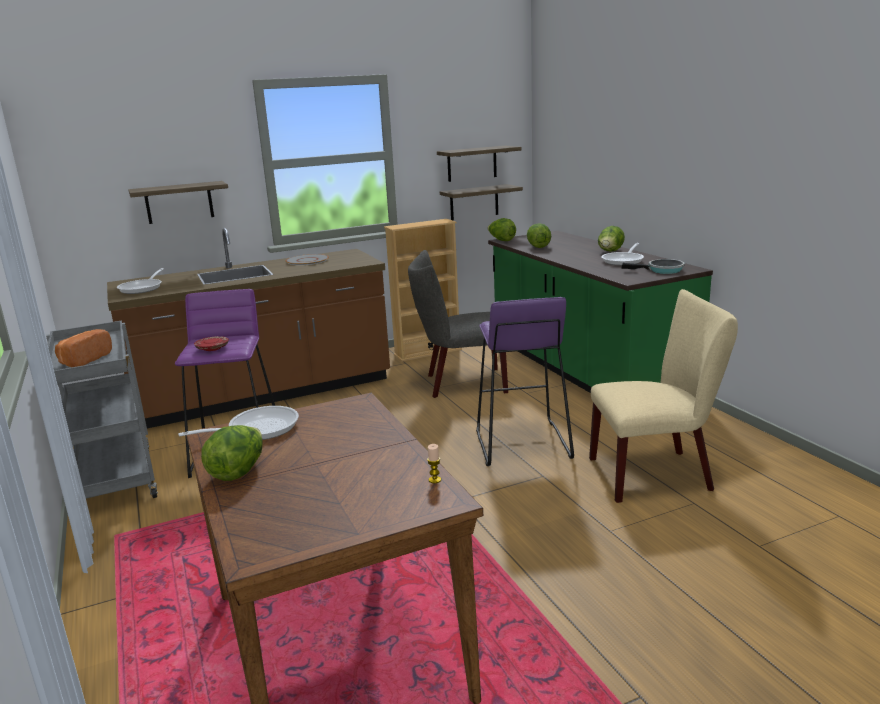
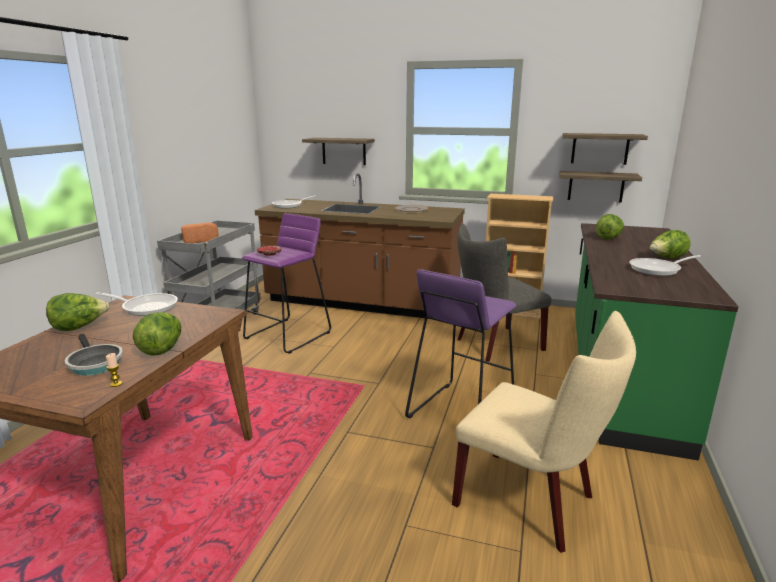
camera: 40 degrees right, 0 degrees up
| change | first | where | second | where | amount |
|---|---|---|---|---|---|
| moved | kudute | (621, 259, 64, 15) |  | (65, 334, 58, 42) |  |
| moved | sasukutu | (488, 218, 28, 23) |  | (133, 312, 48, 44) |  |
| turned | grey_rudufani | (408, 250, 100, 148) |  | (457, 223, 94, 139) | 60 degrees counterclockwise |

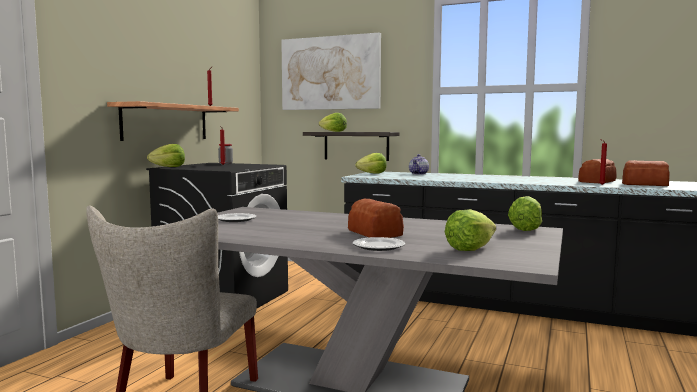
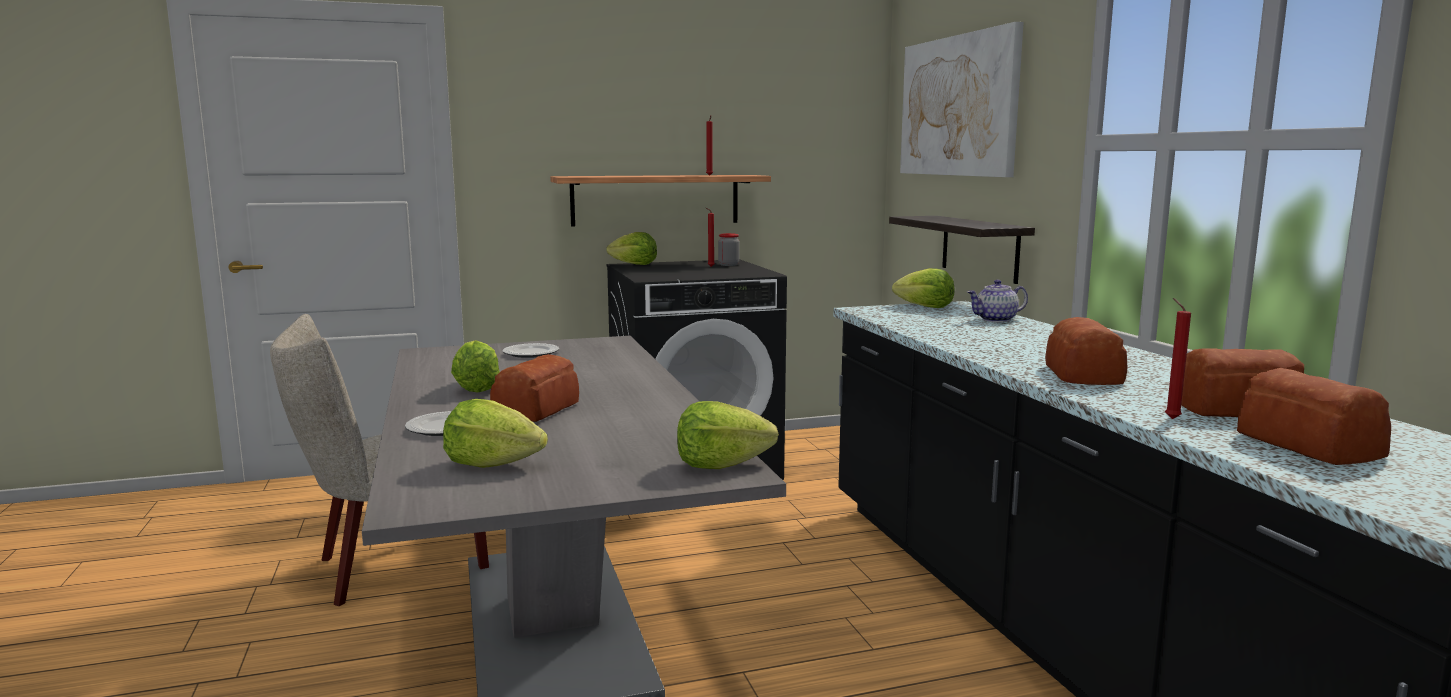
camera: 50 degrees right, 5 degrees up
| change | first | where | second | where | amount |
|---|---|---|---|---|---|
| moved | sasukutu | (319, 113, 28, 19) |  | (451, 340, 49, 53) |  |
| added |  |  | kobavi | (1045, 317, 82, 68) |  |

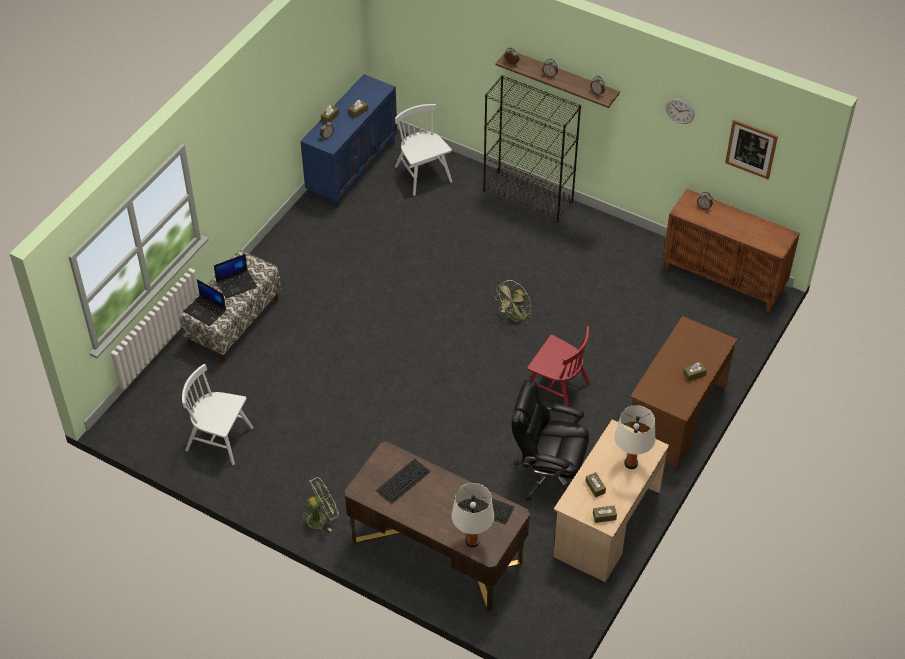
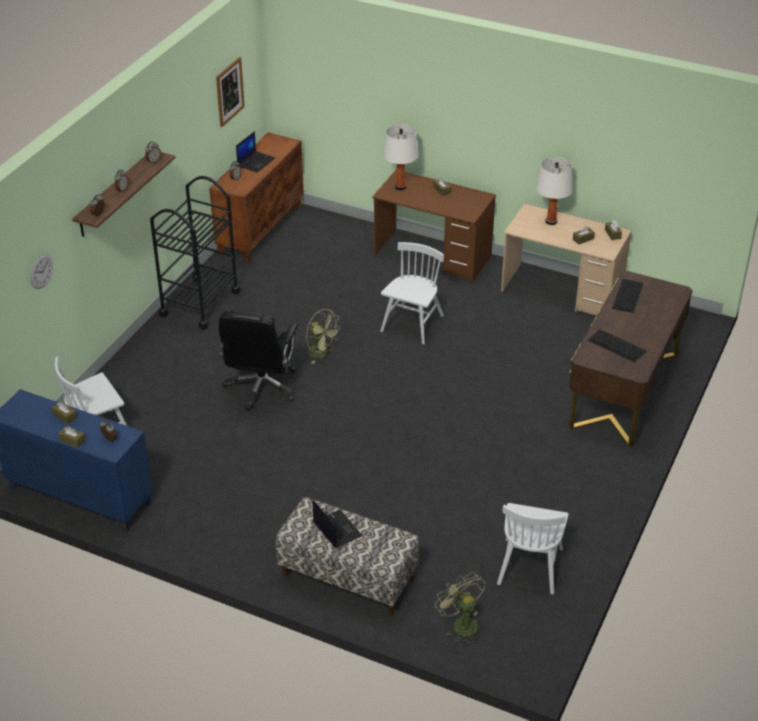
camera: 95 degrees left, 10 degrees down
| change | first | where | second | where | amount |
|---|---|---|---|---|---|
| moved | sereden | (666, 98, 28, 26) |  | (30, 254, 23, 35) |  |
| added |  |  | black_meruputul | (150, 176, 90, 154) |  |
| moved | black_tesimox | (512, 380, 77, 120) |  | (219, 310, 79, 101) |  |
| moved | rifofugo | (184, 279, 42, 47) |  | (236, 131, 39, 42) |  |
| recoloured | red_rudufani | (527, 326, 64, 81) | white_rudufani | (380, 242, 64, 102) |  |
| moved | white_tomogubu | (452, 483, 42, 64) |  | (383, 124, 36, 66) |  |
| moved | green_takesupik | (299, 477, 40, 55) |  | (435, 572, 51, 71) |  |
| removed | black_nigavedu | (483, 75, 98, 147) |  |  |  |

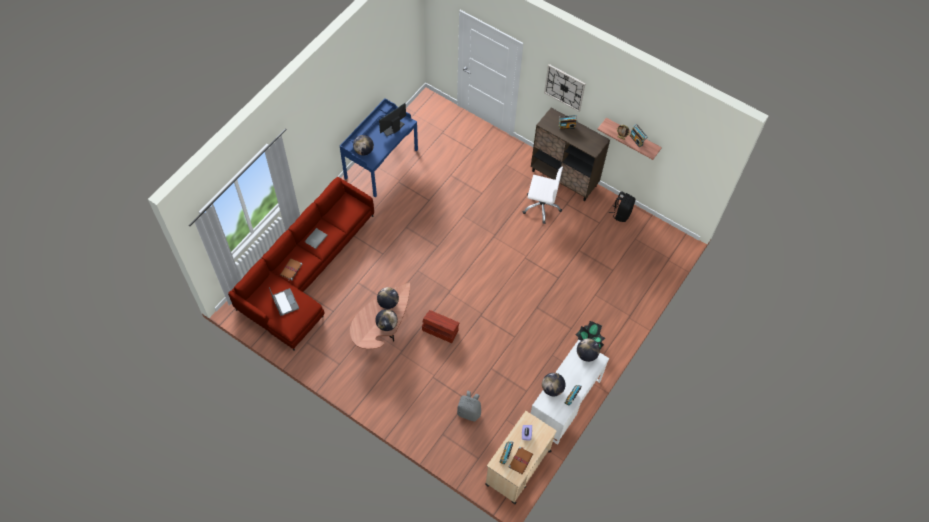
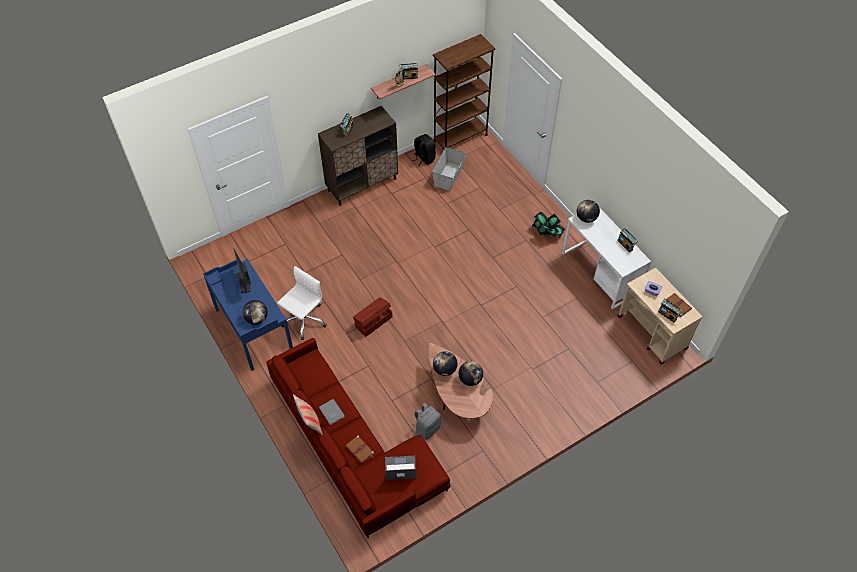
camera: 65 degrees left, 5 degrees down
| change | first | where | second | where | amount |
|---|---|---|---|---|---|
| moved | white_tesimox | (523, 167, 40, 57) |  | (277, 266, 50, 74) |  |
| added |  |  | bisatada | (293, 394, 30, 41) |  |
| moved | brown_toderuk | (422, 310, 37, 33) |  | (353, 297, 40, 40) |  |
| moved | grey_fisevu | (457, 391, 24, 30) |  | (412, 403, 29, 37) |  |
| added |  |  | grey_toderuk | (432, 147, 34, 44) |  |
| added |  |  | brown_nigavedu | (433, 34, 62, 116) |  |
| removed | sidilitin | (542, 373, 23, 23) |  |  |  |
| removed | sereden | (544, 64, 42, 48) |  |  |  |

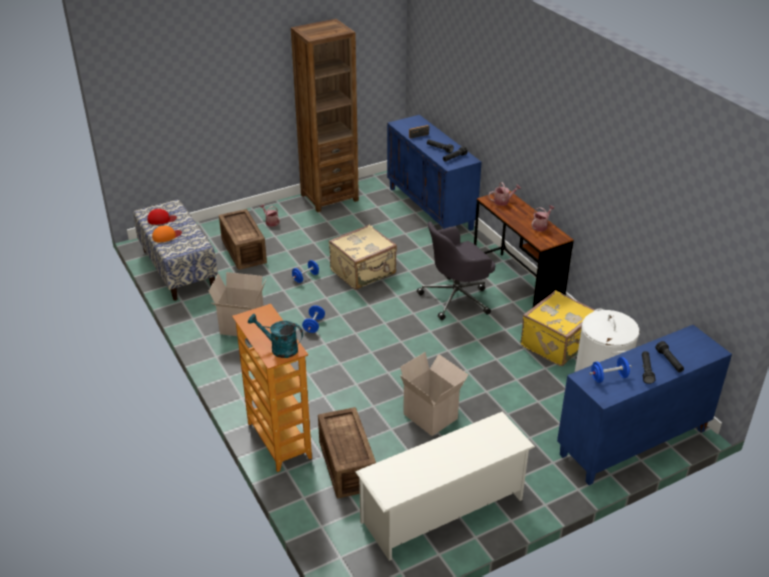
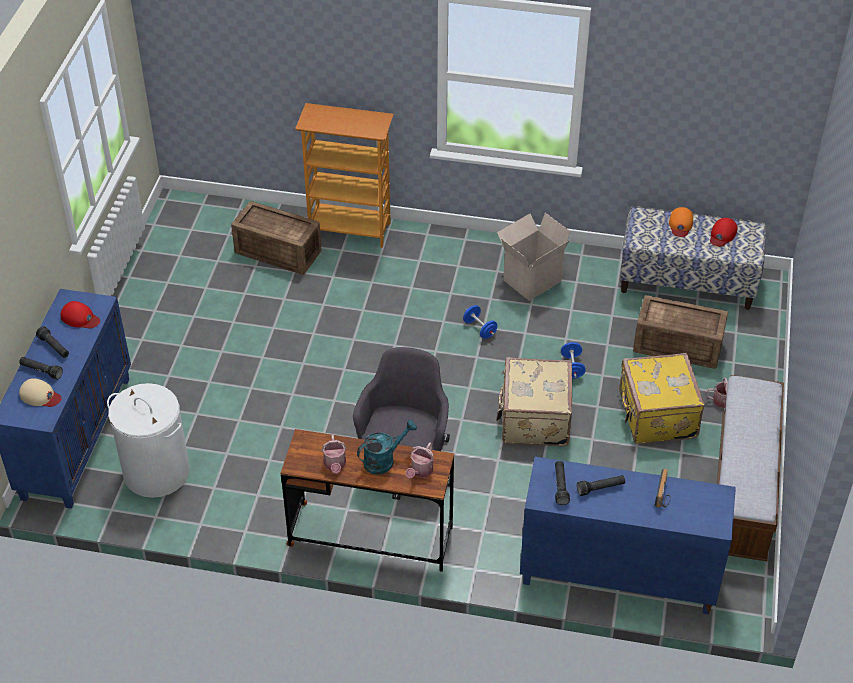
camera: 130 degrees right, 10 degrees up
| change | first | where | second | where | amount |
|---|---|---|---|---|---|
| added |  |  | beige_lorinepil | (19, 378, 43, 29) |  |
| replaced | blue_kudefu | (589, 357, 43, 26) | red_lorinepil | (61, 301, 39, 27) |  |
| moved | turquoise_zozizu | (248, 314, 55, 44) |  | (357, 420, 60, 54) |  |
| moved | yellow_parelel | (521, 290, 74, 76) |  | (619, 353, 85, 91) |  |
| replaced | brown_nigavedu | (291, 19, 68, 193) | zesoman | (717, 375, 67, 186) |  |
| removed | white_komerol | (355, 412, 180, 149) |  |  |  |
| removed | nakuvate | (400, 352, 69, 84) |  |  |  |

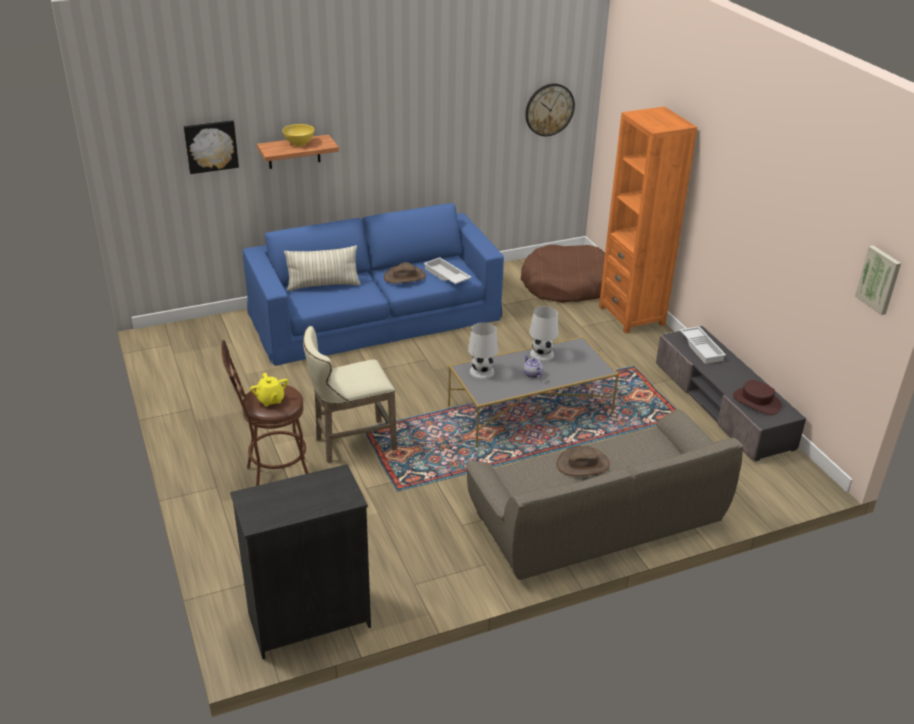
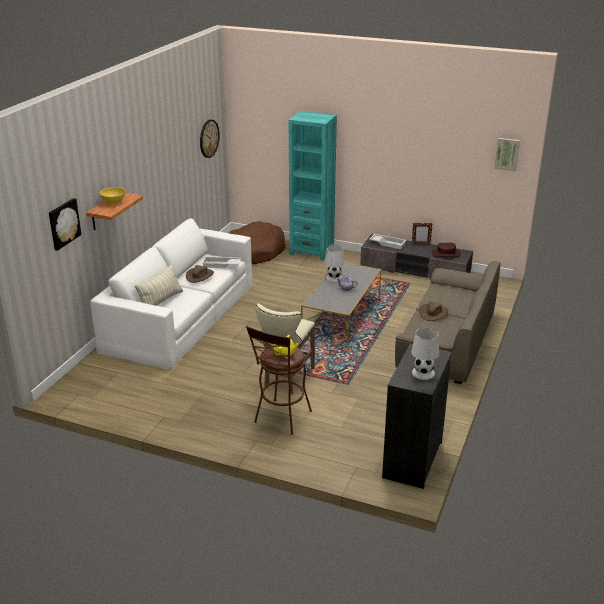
camera: 45 degrees left, 5 degrees down
| change | first | where | second | where | amount |
|---|---|---|---|---|---|
| recoloured | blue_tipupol | (243, 203, 261, 163) | white_tipupol | (90, 219, 163, 151) |  |
| recoloured | orange_nigavedu | (599, 106, 98, 227) | turquoise_nigavedu | (289, 111, 48, 150) |  |
| added |  |  | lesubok | (412, 223, 20, 22) |  |
| moved | white_tomogubu | (468, 322, 30, 57) |  | (412, 328, 27, 52) |  |

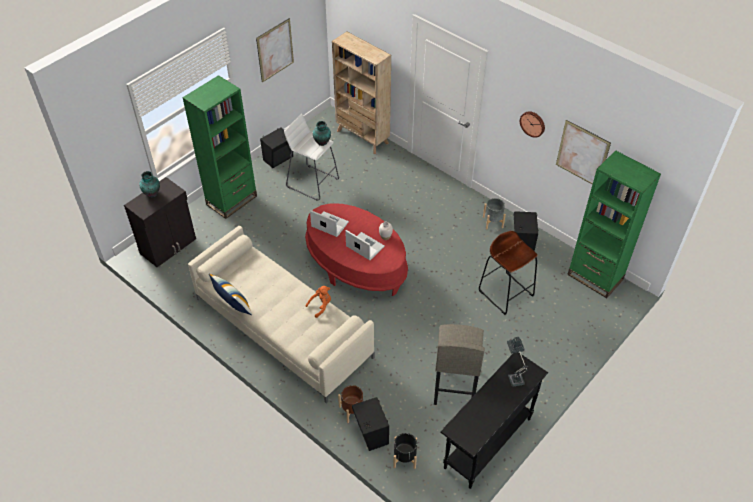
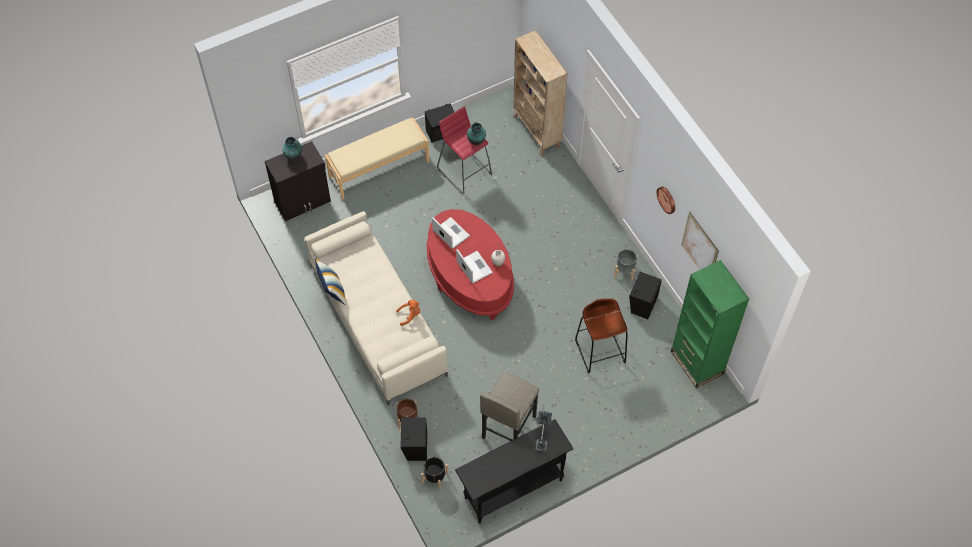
camera: 20 degrees right, 10 degrees up
| change | first | where | second | where | amount |
|---|---|---|---|---|---|
| replaced | green_nigavedu | (182, 75, 75, 144) | beige_zesoman | (325, 118, 104, 82) |  |
| recoloured | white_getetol | (284, 114, 55, 87) | red_getetol | (437, 106, 55, 88) |  |
| removed | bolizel | (256, 18, 38, 65) |  |  |  |

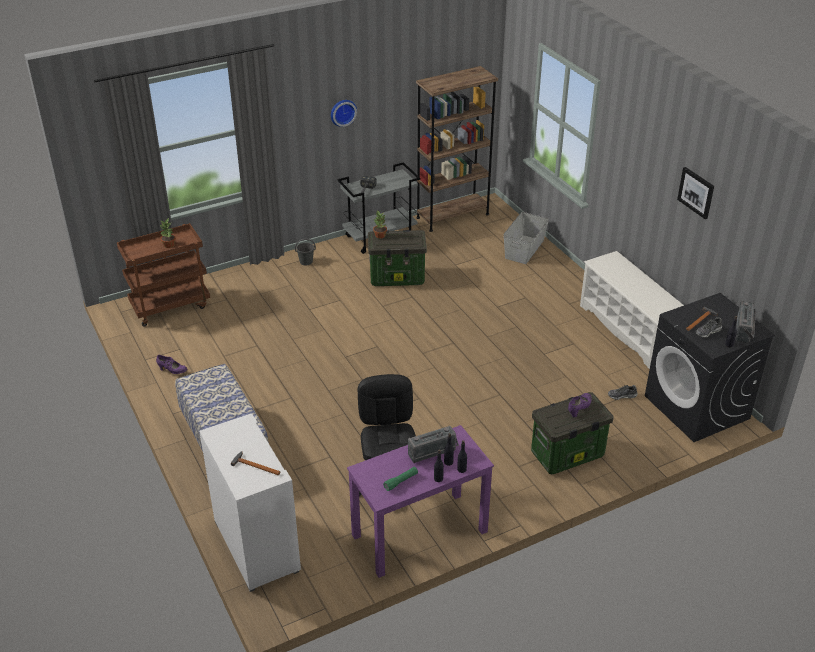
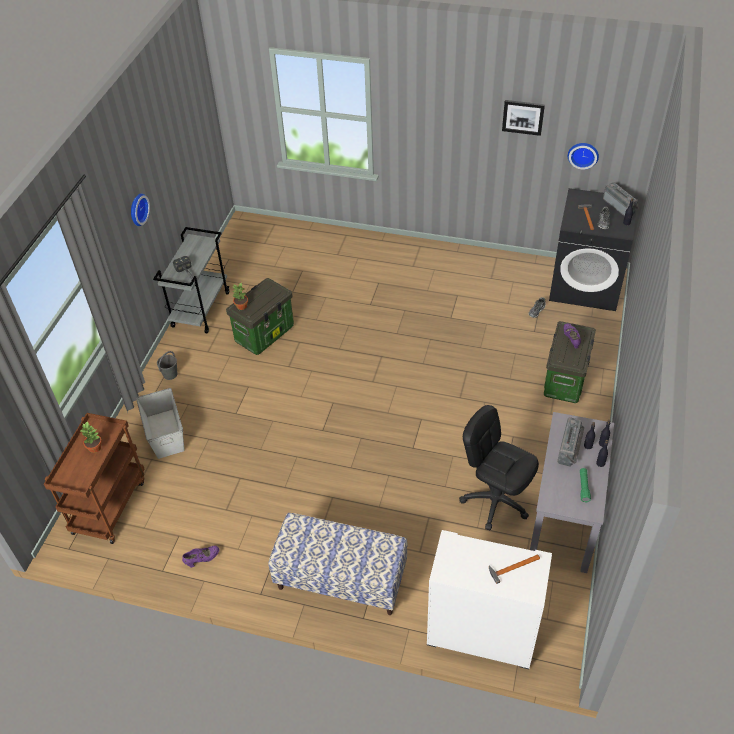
camera: 45 degrees left, 10 degrees up
| change | first | where | second | where | amount |
|---|---|---|---|---|---|
| moved | grey_toderuk | (503, 212, 46, 52) |  | (136, 388, 49, 71) |  |
| recoloured | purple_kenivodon | (347, 425, 147, 153) | grey_kenivodon | (530, 412, 84, 161) |  |
| added |  |  | sereden | (568, 143, 31, 27) |  |
| removed | brown_nigavedu | (416, 66, 82, 166) |  |  |  |
| removed | white_komerol | (580, 251, 104, 118) |  |  |  |

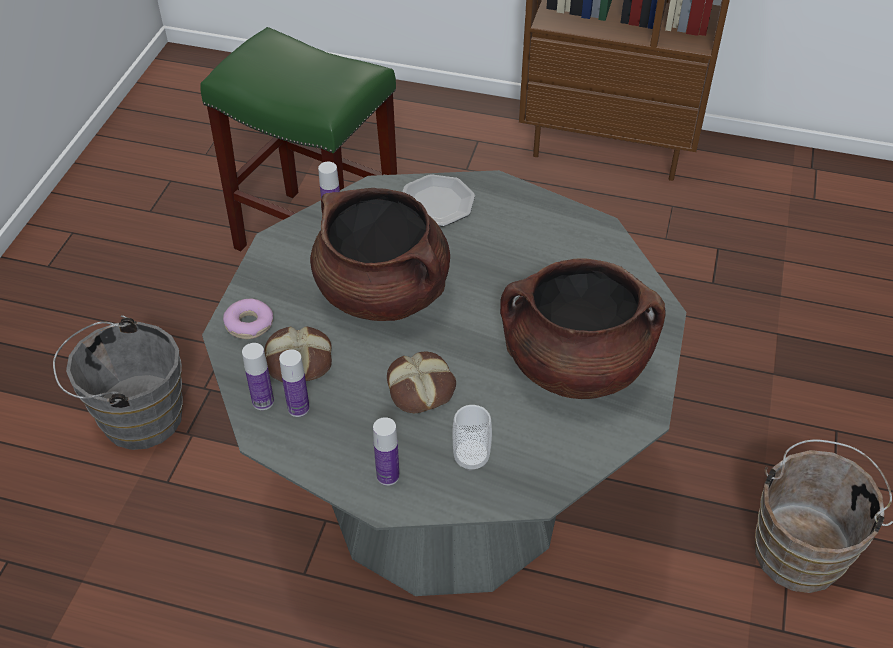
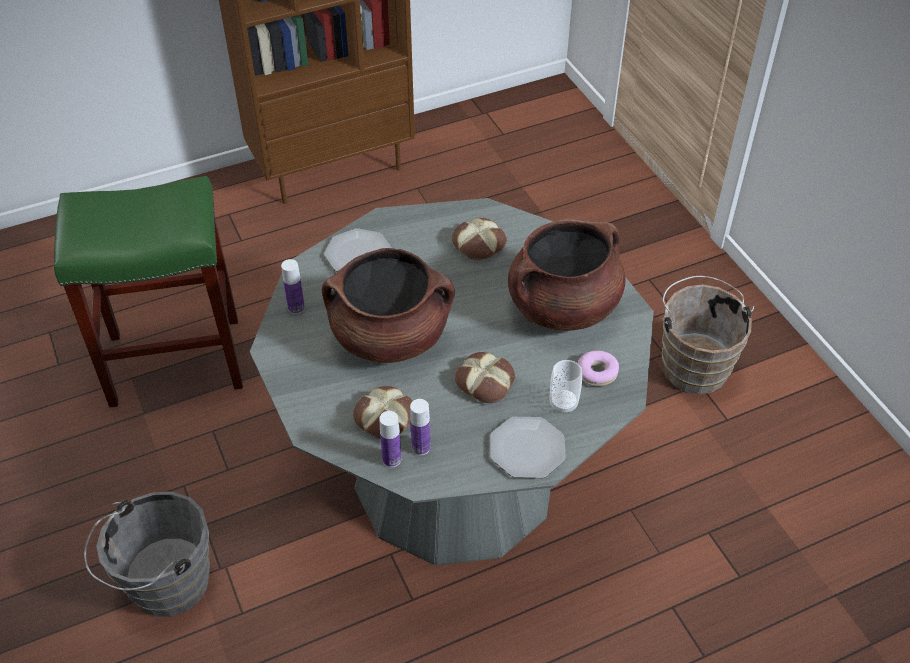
camera: 40 degrees left, 0 degrees up
| change | first | where | second | where | amount |
|---|---|---|---|---|---|
| added |  |  | kobavi | (452, 218, 55, 42) |  |
| replaced | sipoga | (373, 417, 26, 69) | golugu | (490, 417, 76, 61) |  |
| moved | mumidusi | (223, 299, 50, 40) |  | (578, 351, 41, 35) |  |

